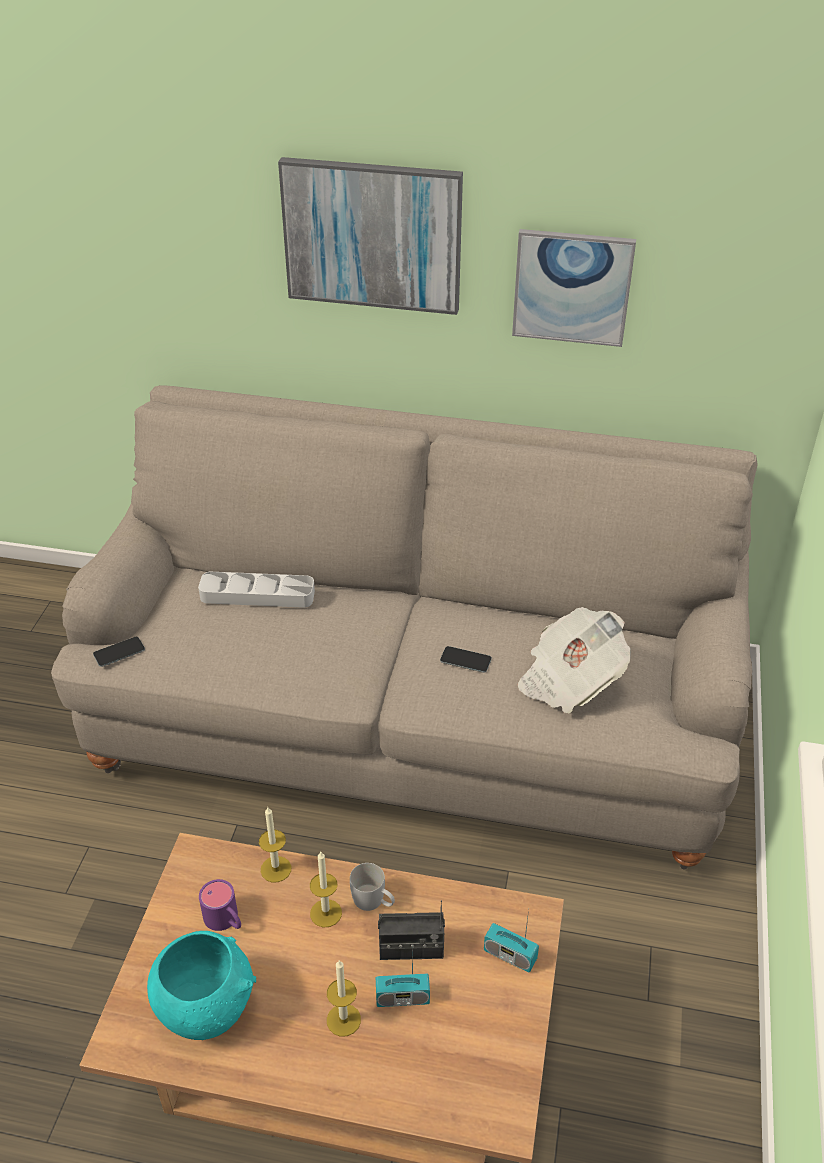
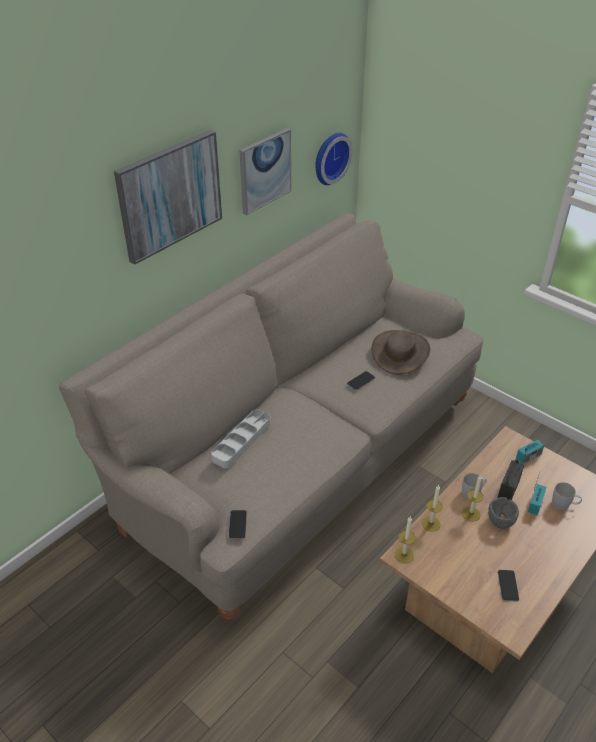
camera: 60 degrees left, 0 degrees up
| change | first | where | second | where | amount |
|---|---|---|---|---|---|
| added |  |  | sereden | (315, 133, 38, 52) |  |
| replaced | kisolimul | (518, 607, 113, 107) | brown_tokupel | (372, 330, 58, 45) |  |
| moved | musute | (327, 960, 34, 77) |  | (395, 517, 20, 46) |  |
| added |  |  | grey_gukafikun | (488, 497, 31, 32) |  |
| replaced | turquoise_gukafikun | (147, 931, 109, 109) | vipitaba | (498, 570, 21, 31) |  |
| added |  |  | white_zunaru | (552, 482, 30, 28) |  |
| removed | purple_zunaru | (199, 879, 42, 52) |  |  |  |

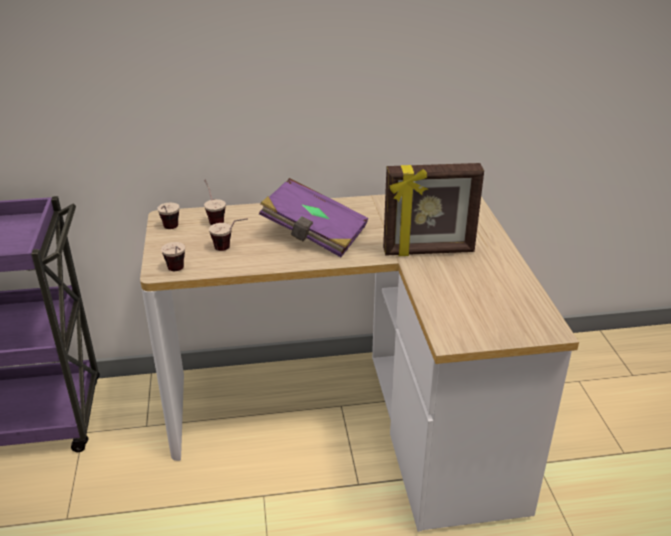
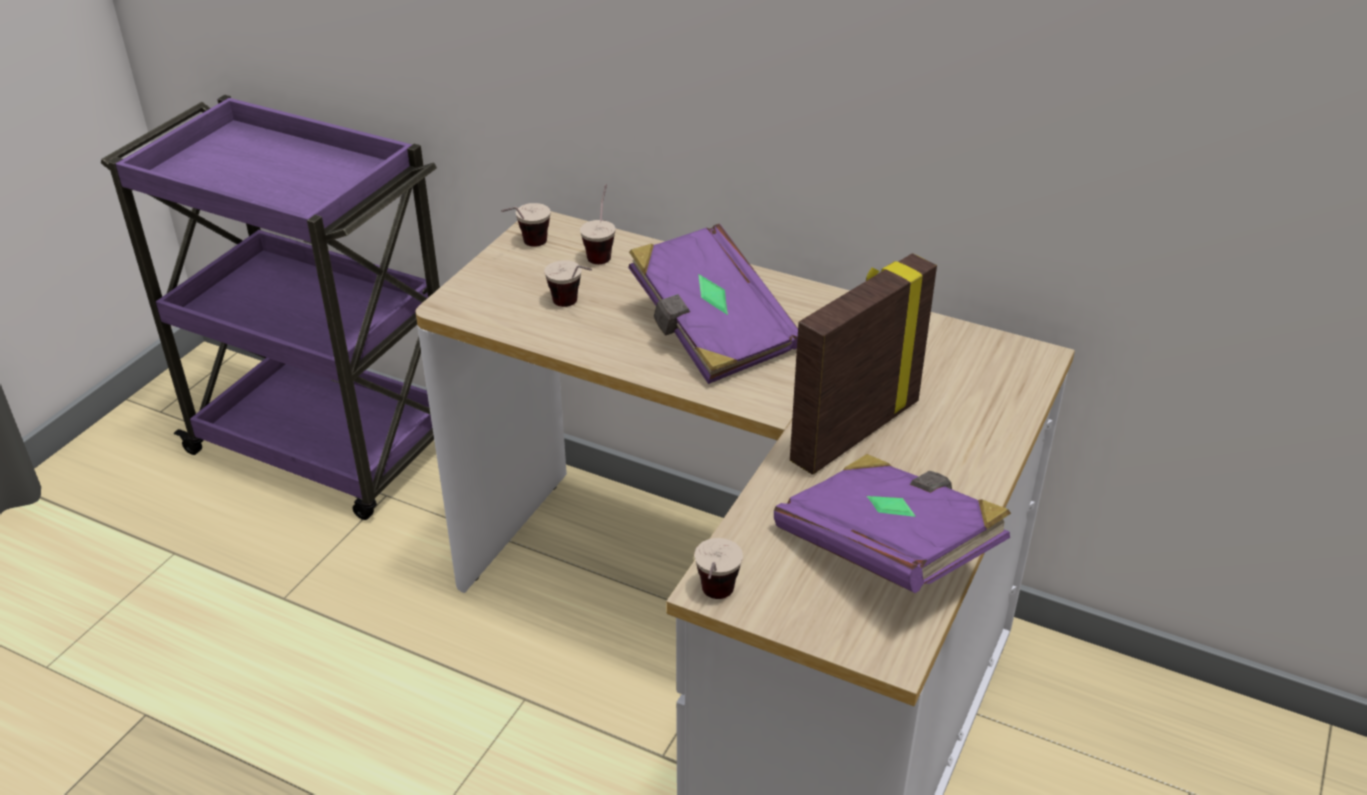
camera: 35 degrees right, 5 degrees up
| change | first | where | second | where | amount |
|---|---|---|---|---|---|
| moved | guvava | (161, 242, 24, 29) |  | (694, 538, 49, 61) |  |
| added |  |  | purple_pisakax | (774, 454, 237, 139) |  |
| turned | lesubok | (383, 163, 101, 93) |  | (790, 253, 147, 222) | 105 degrees clockwise |

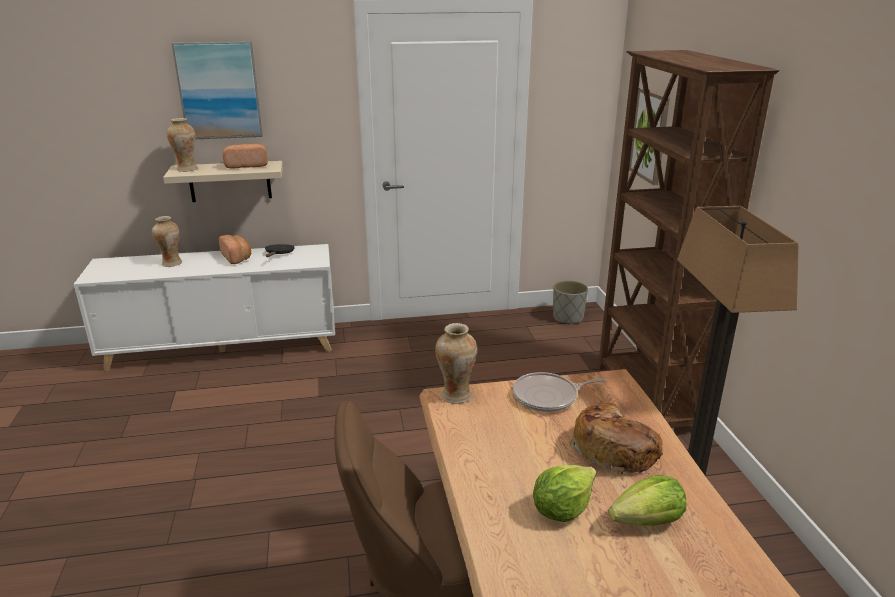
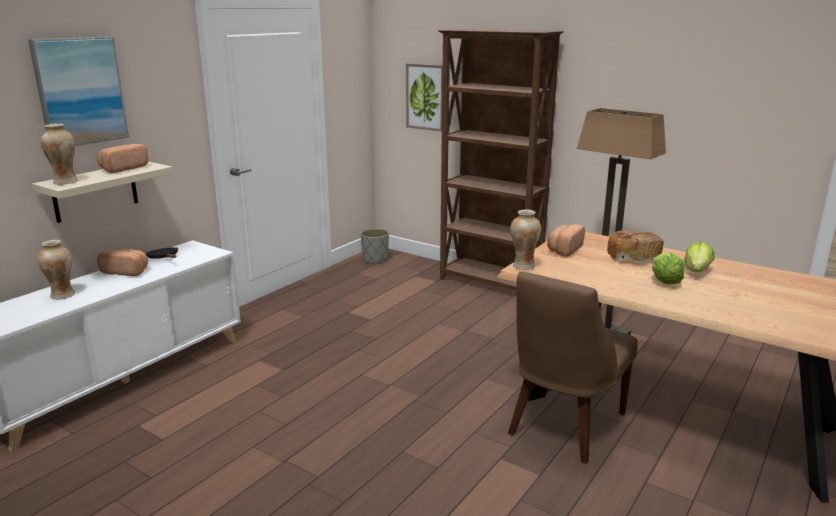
camera: 45 degrees left, 5 degrees down
| change | first | where | second | where | amount |
|---|---|---|---|---|---|
| replaced | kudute | (513, 372, 93, 40) | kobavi | (547, 224, 38, 33) |  |

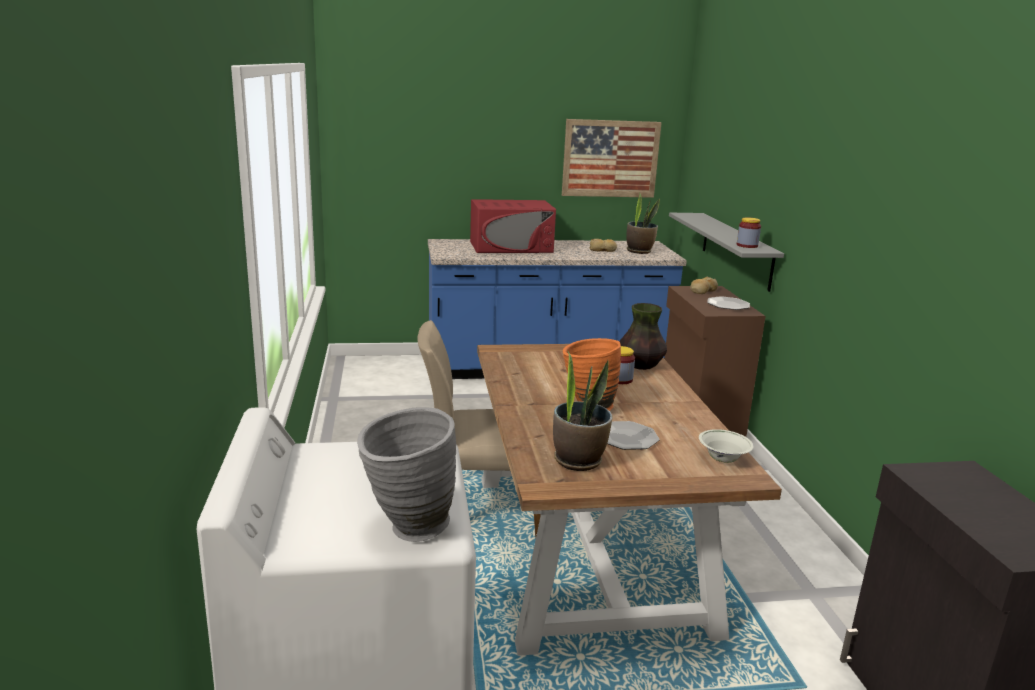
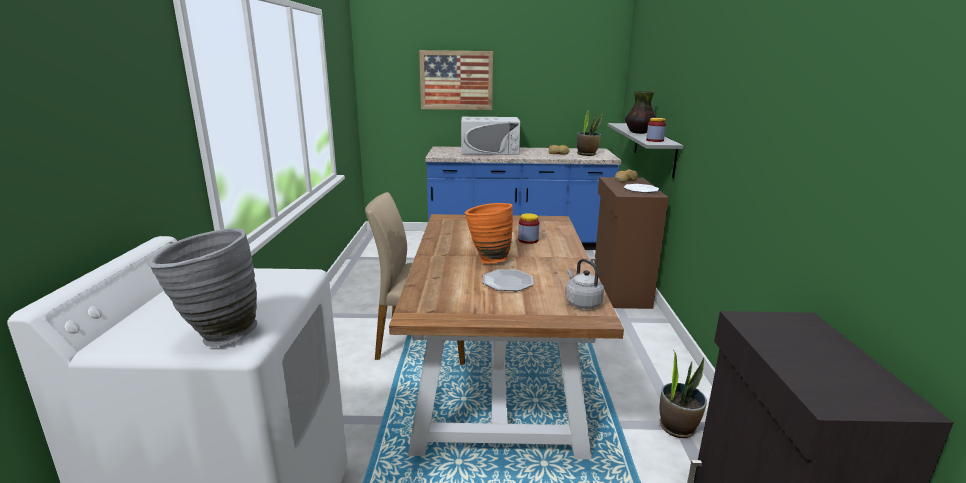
camera: 10 degrees right, 0 degrees up
| change | first | where | second | where | amount |
|---|---|---|---|---|---|
| moved | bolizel | (562, 119, 100, 79) |  | (419, 50, 74, 60) |  |
| recoloured | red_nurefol | (470, 199, 86, 54) | white_nurefol | (461, 117, 60, 38) |  |
| replaced | white_gukafikun | (699, 429, 55, 34) | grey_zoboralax | (565, 259, 39, 50) |  |
| moved | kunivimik | (620, 303, 47, 67) |  | (625, 91, 32, 43) |  |
| moved | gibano | (553, 352, 60, 119) |  | (659, 349, 48, 89) |  |

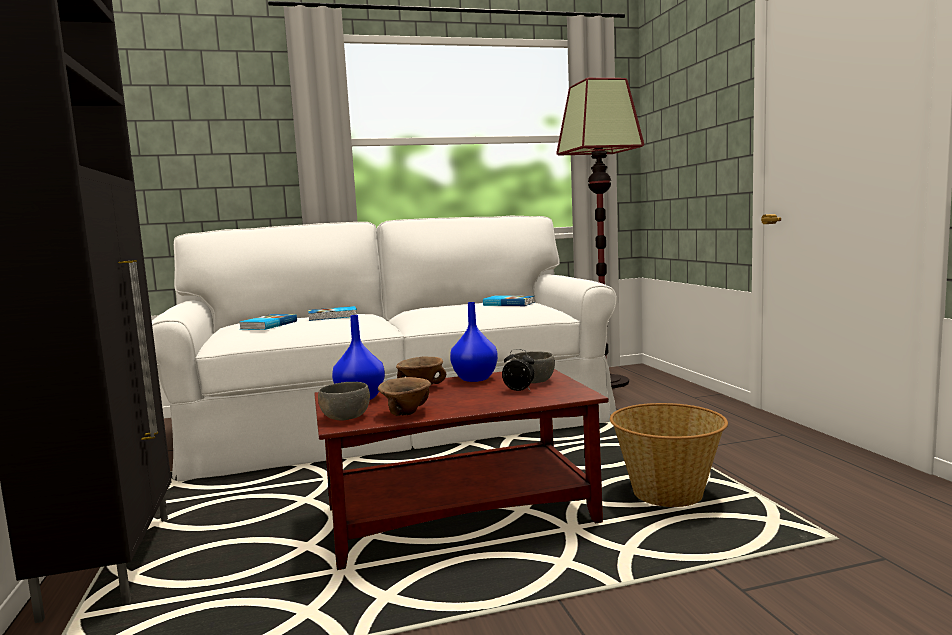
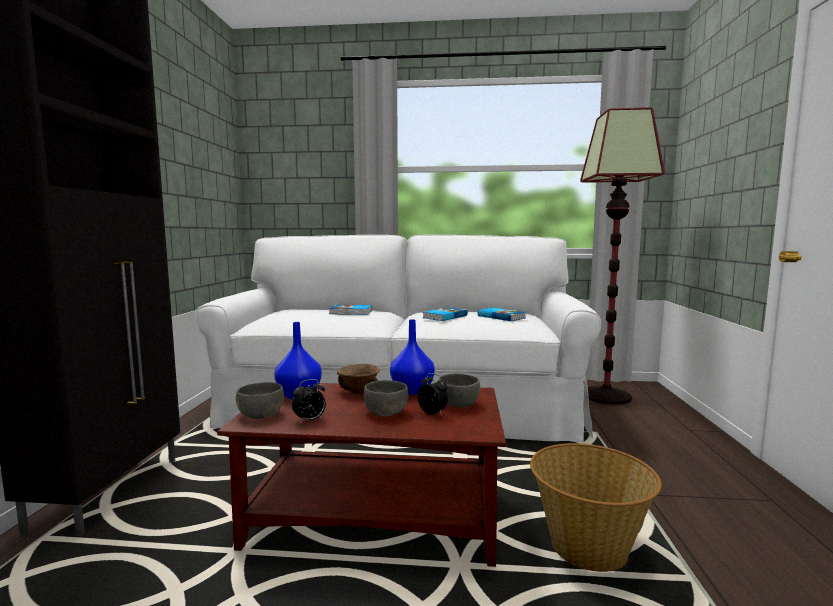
camera: 20 degrees right, 0 degrees up
| change | first | where | second | where | amount |
|---|---|---|---|---|---|
| replaced | brown_gukafikun | (378, 377, 53, 39) | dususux | (292, 379, 34, 44) |  |
| added |  |  | grey_gukafikun | (364, 380, 44, 37) |  |
| moved | pisakax | (239, 314, 58, 16) |  | (423, 307, 45, 14) |  |

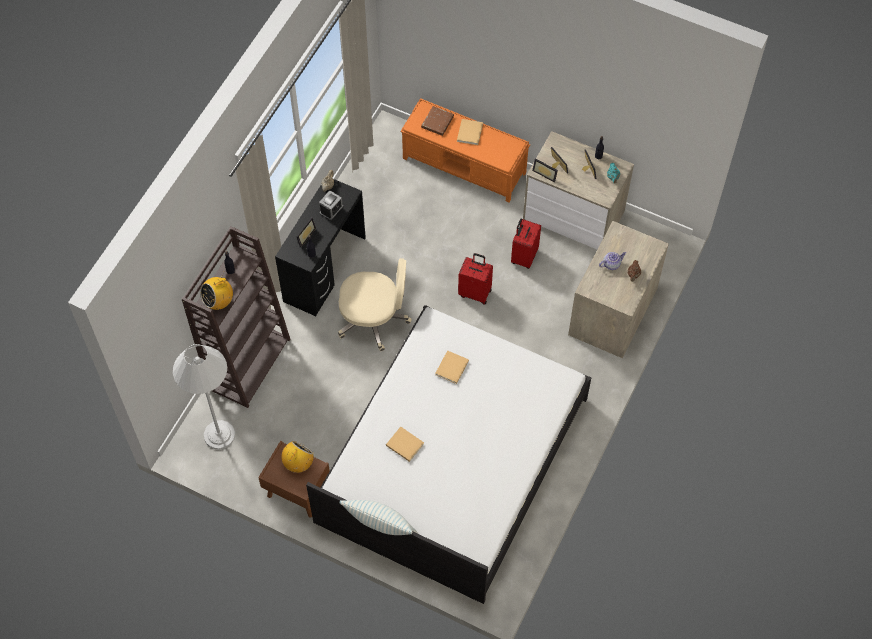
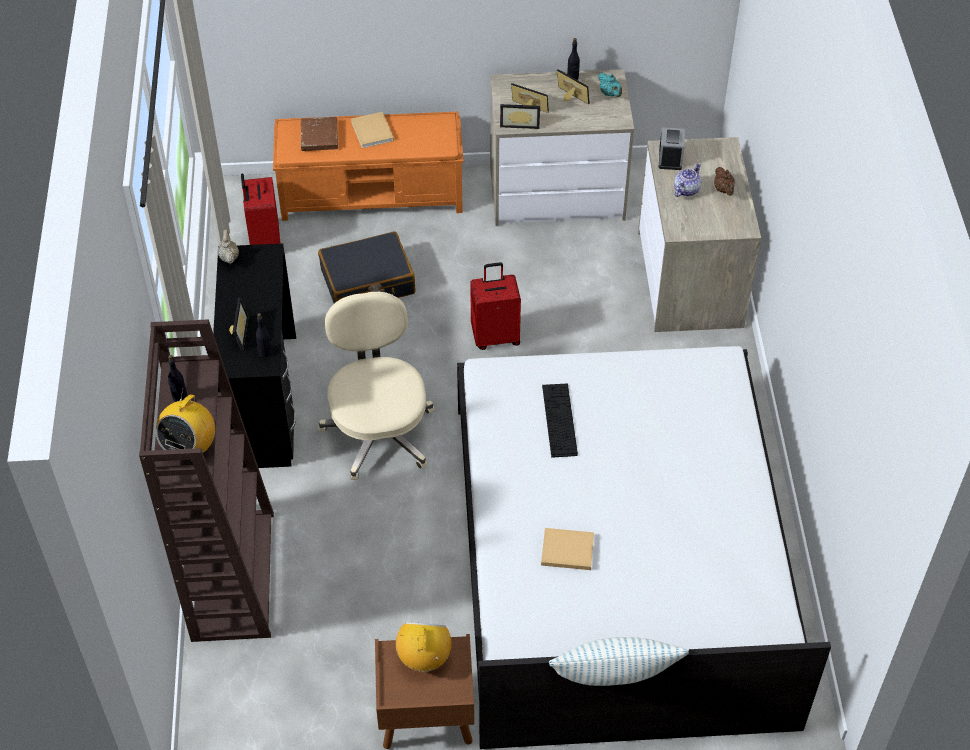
camera: 30 degrees left, 10 degrees down
| change | first | where | second | where | amount |
|---|---|---|---|---|---|
| moved | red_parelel | (511, 218, 30, 51) |  | (241, 174, 40, 71) |  |
| added |  |  | black_parelel | (318, 231, 97, 72) |  |
| turned | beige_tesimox | (338, 258, 74, 93) |  | (318, 292, 116, 188) | 75 degrees counterclockwise |
| replaced | beige_pisakax | (435, 350, 34, 34) | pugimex | (542, 384, 36, 74) |  |
| moved | dususux | (319, 190, 24, 31) |  | (659, 127, 26, 43) |  |
| removed | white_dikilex | (173, 344, 62, 106) |  |  |  |

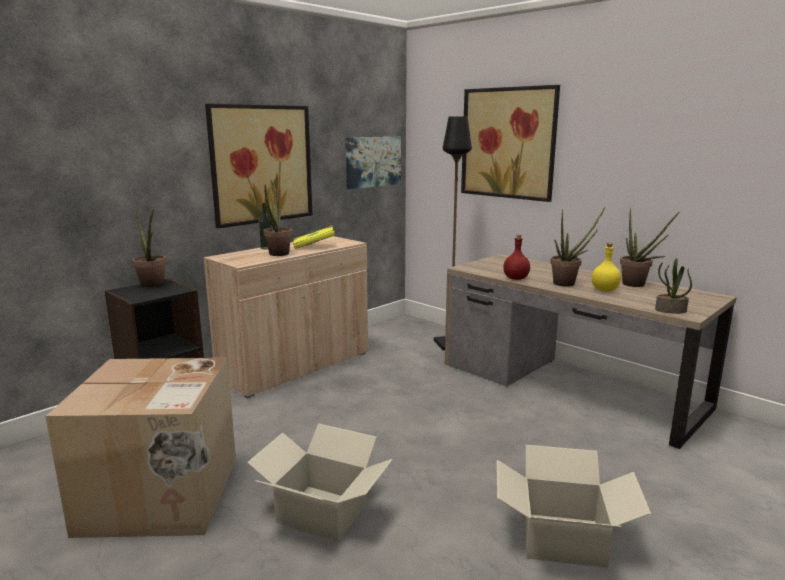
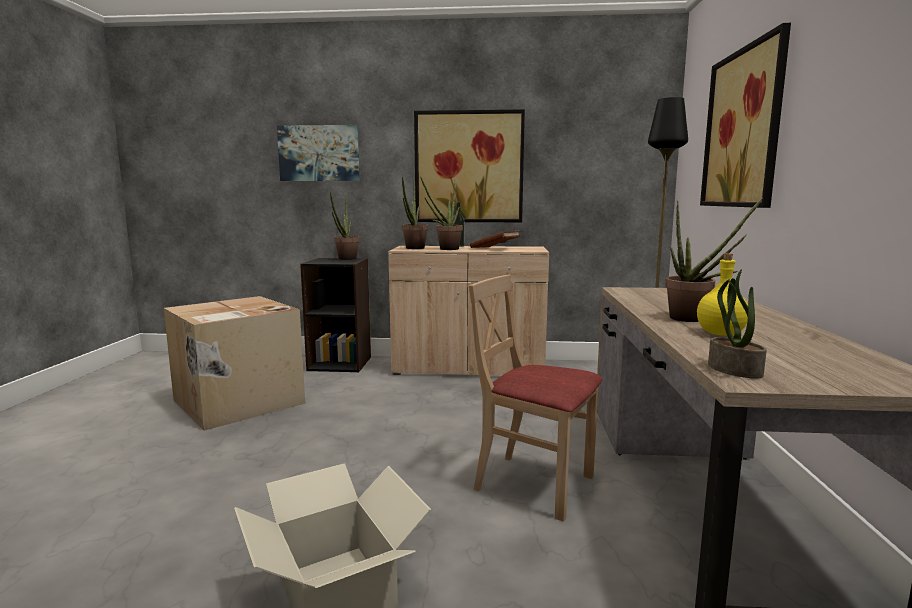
camera: 50 degrees right, 5 degrees down
| change | first | where | second | where | amount |
|---|---|---|---|---|---|
| moved | bolizel | (346, 137, 55, 52) |  | (277, 125, 83, 56) |  |
| moved | gibano | (620, 208, 59, 79) |  | (402, 176, 26, 73) |  |
| added |  |  | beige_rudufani | (469, 274, 134, 248) |  |
| recoloured | yellow_pisakax | (293, 226, 42, 23) | brown_pisakax | (470, 230, 50, 18) |  |
| removed | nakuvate | (247, 424, 146, 118) |  |  |  |
| removed | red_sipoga | (503, 234, 27, 46) |  |  |  |

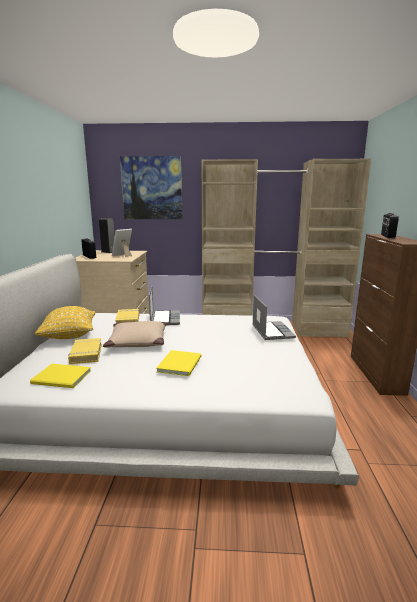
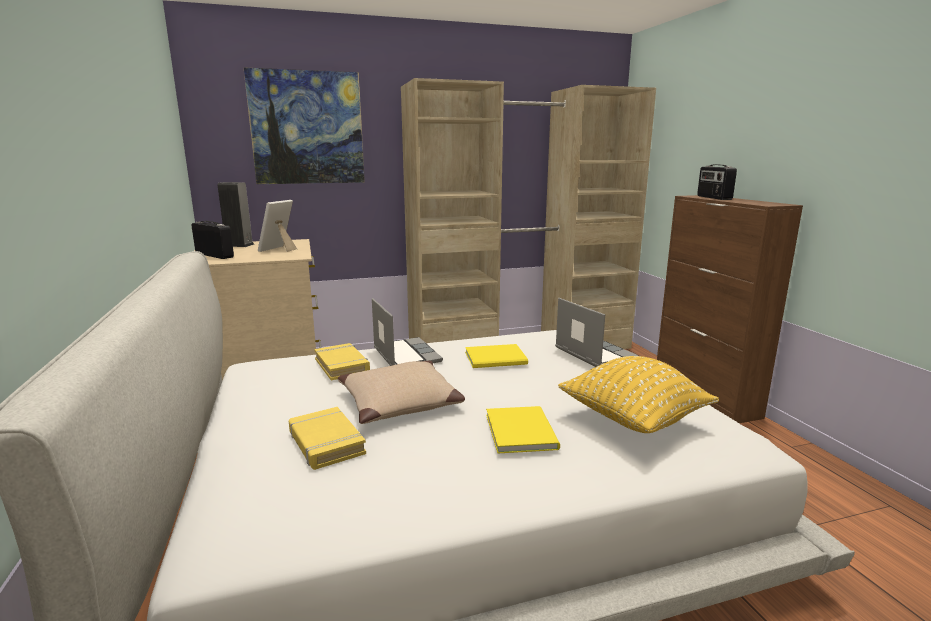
camera: 20 degrees left, 0 degrees up
| change | first | where | second | where | amount |
|---|---|---|---|---|---|
| moved | yellow_pisakax | (30, 364, 61, 24) |  | (465, 344, 63, 24) |  |
| moved | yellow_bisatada | (35, 306, 60, 33) |  | (558, 356, 161, 77) |  |

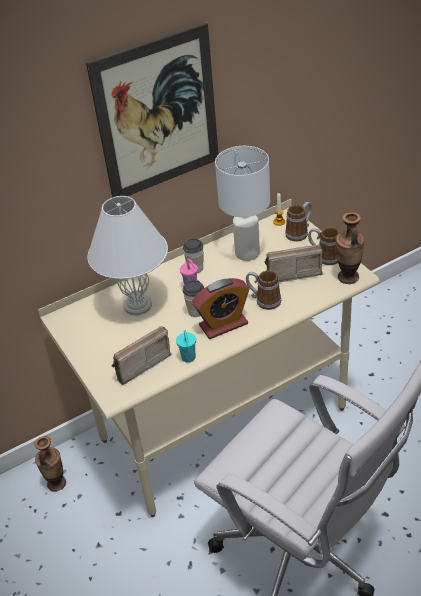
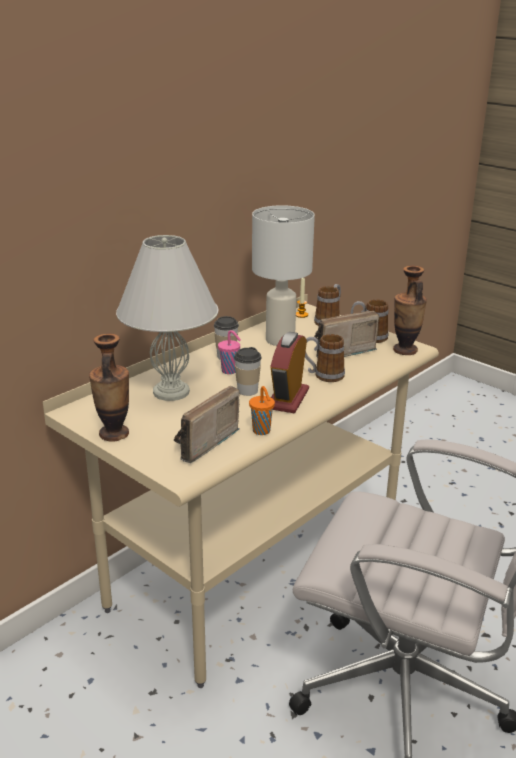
camera: 20 degrees left, 15 degrees down
| change | first | where | second | where | amount |
|---|---|---|---|---|---|
| moved | kunivimik | (34, 436, 32, 56) |  | (89, 333, 40, 109) |  |
| recoloured | turquoise_guvava | (176, 330, 20, 33) | orange_guvava | (249, 386, 26, 49) |  |
| turned | dususux | (192, 278, 57, 61) |  | (271, 332, 38, 81) | 150 degrees clockwise |
| removed | bolizel | (86, 23, 133, 174) |  |  |  |

